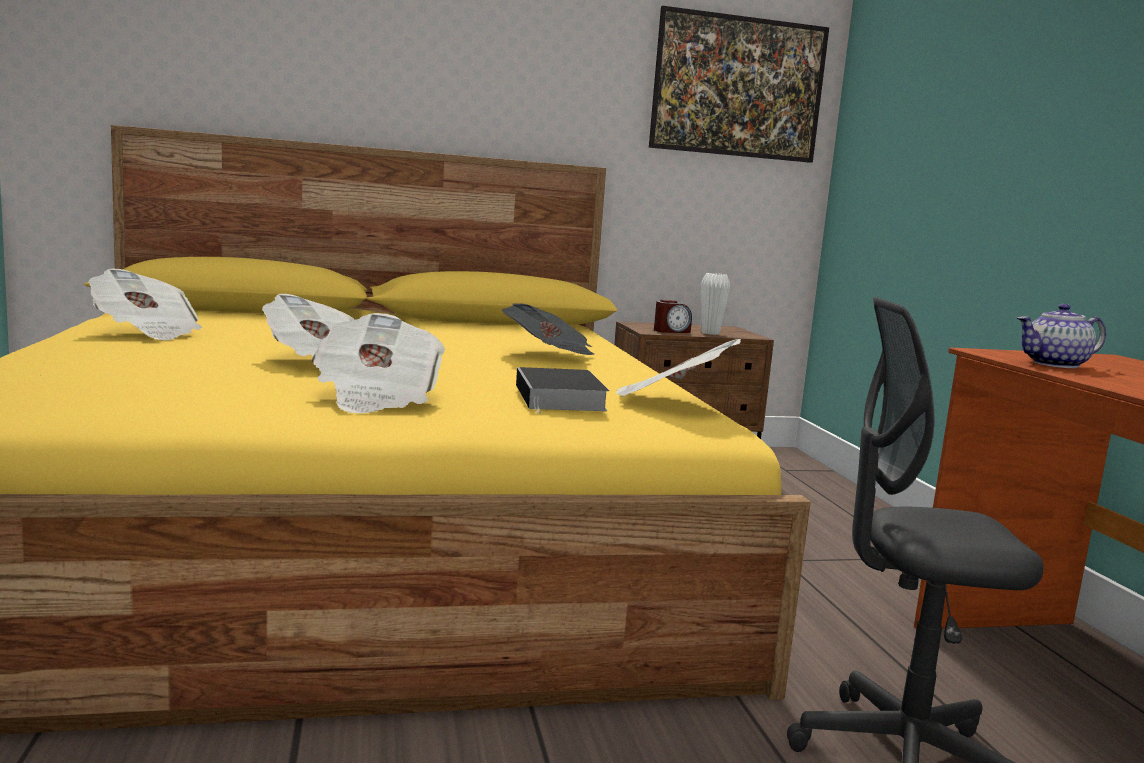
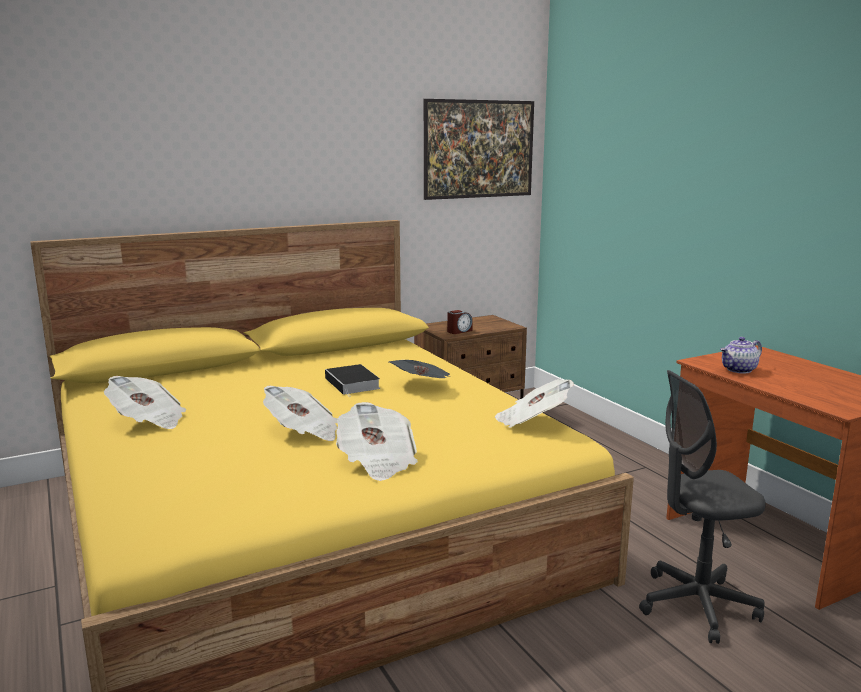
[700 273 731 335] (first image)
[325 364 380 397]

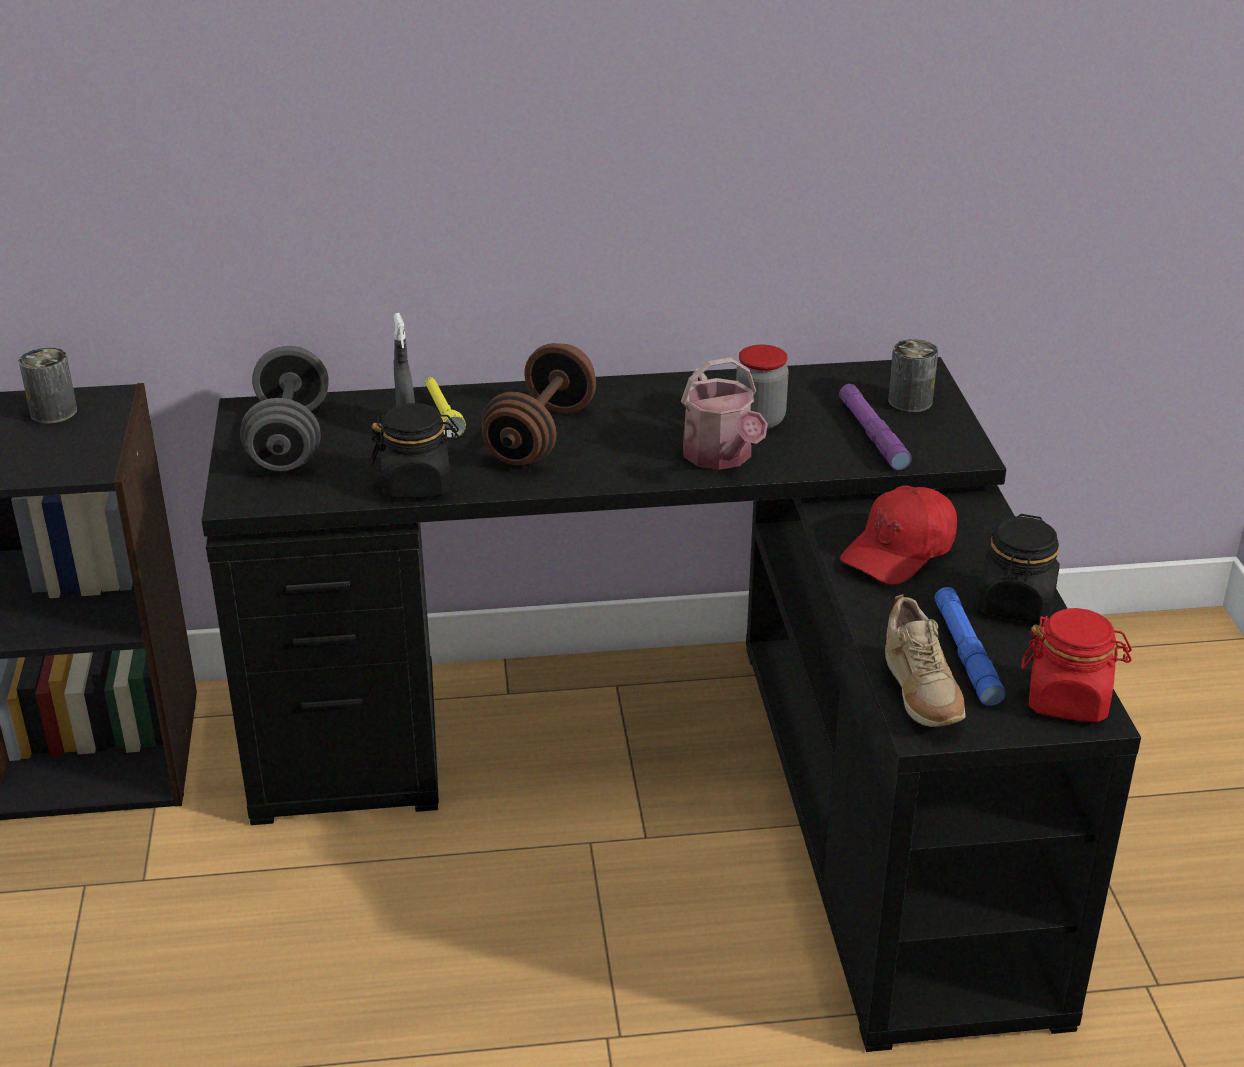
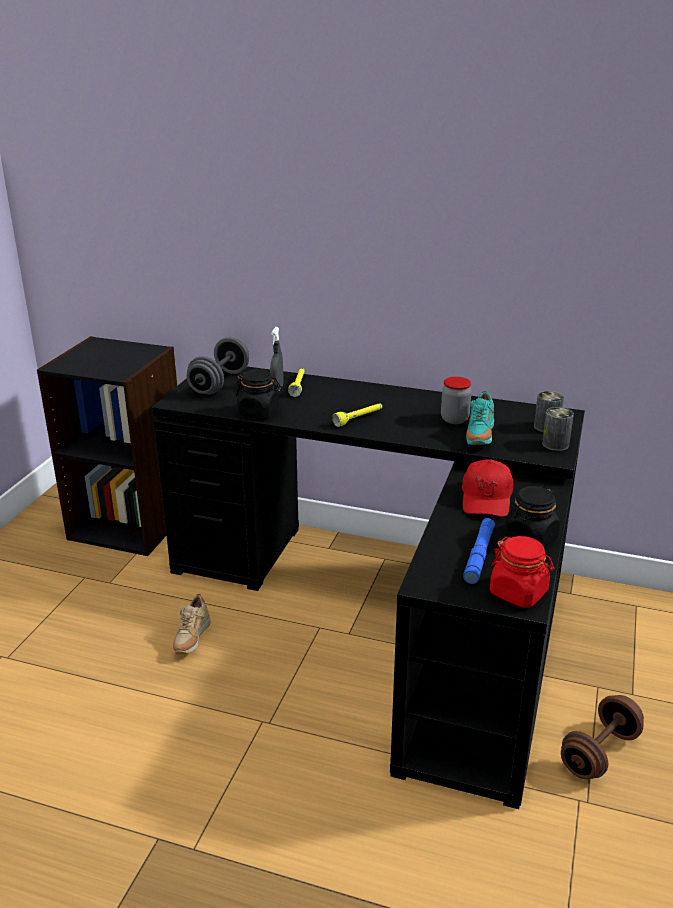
[681 357 768 470] (first image)
[839 384 912 470] (first image)
[332 403 382 427]
[466 391 494 445]
[542 407 574 451]
[561 695 644 779]
[173 594 211 654]
[462 459 513 517]

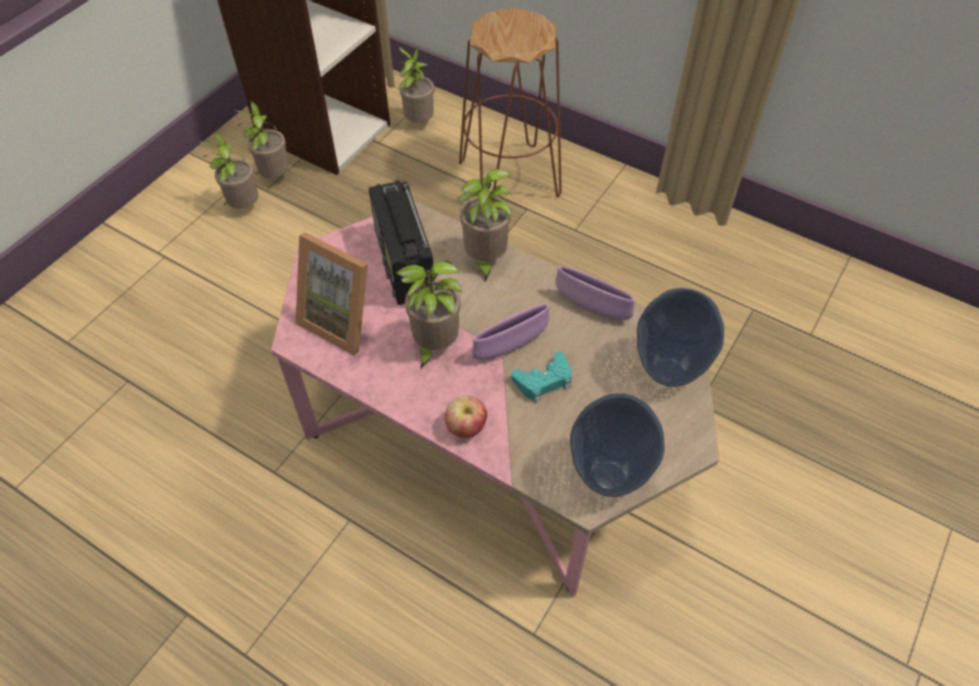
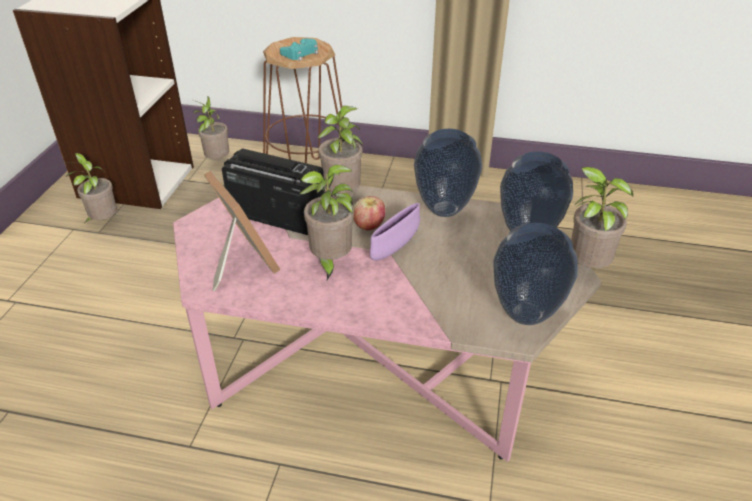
[571 167 633 268]
[353 196 385 230]
[280 38 318 61]
[414 129 482 217]
[204 170 281 291]
[222 149 325 235]

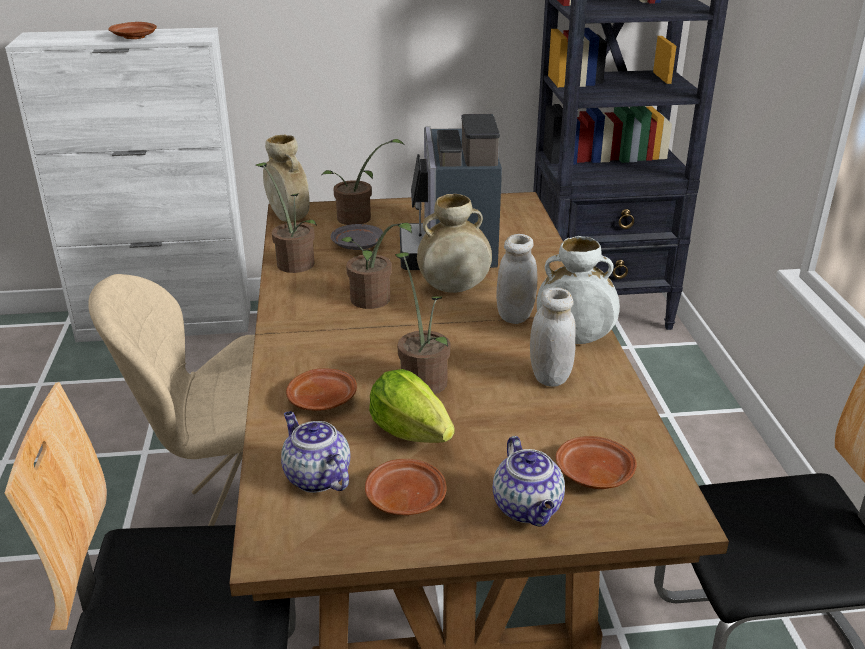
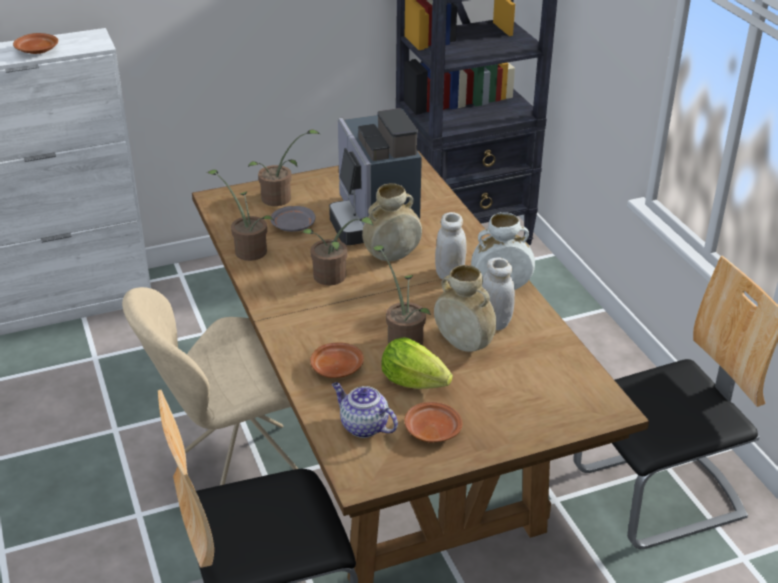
[493 436 565 527] (first image)
[556 436 637 489] (first image)
[434 265 497 352]

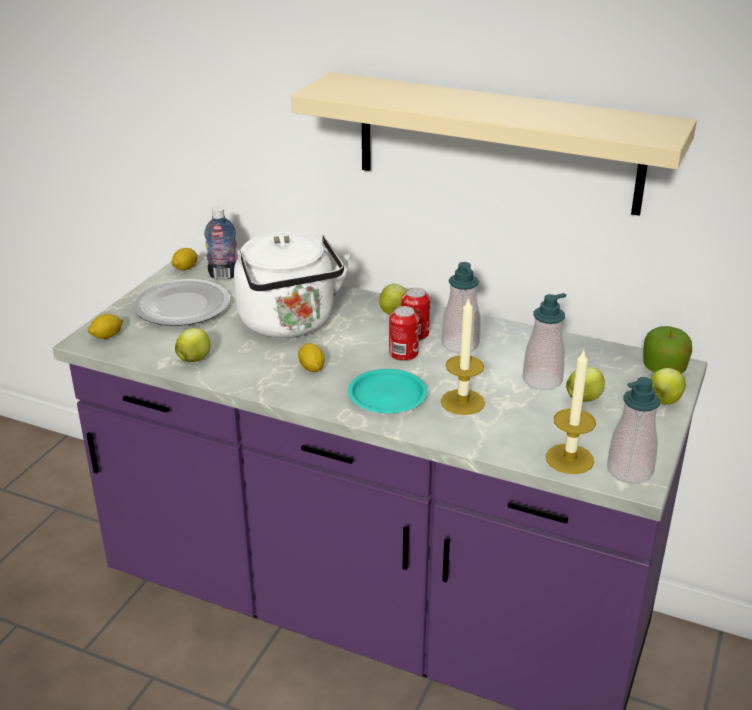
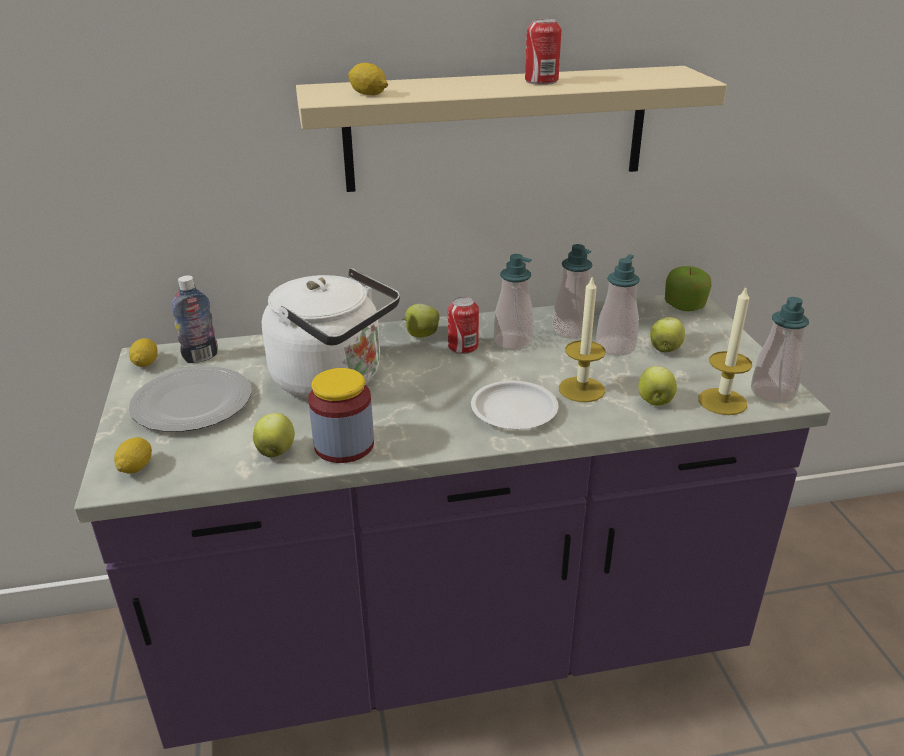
[308 368 374 463]
[553 244 593 339]
[348 63 388 95]
[525 19 561 85]
[638 366 677 406]
[471 381 559 429]

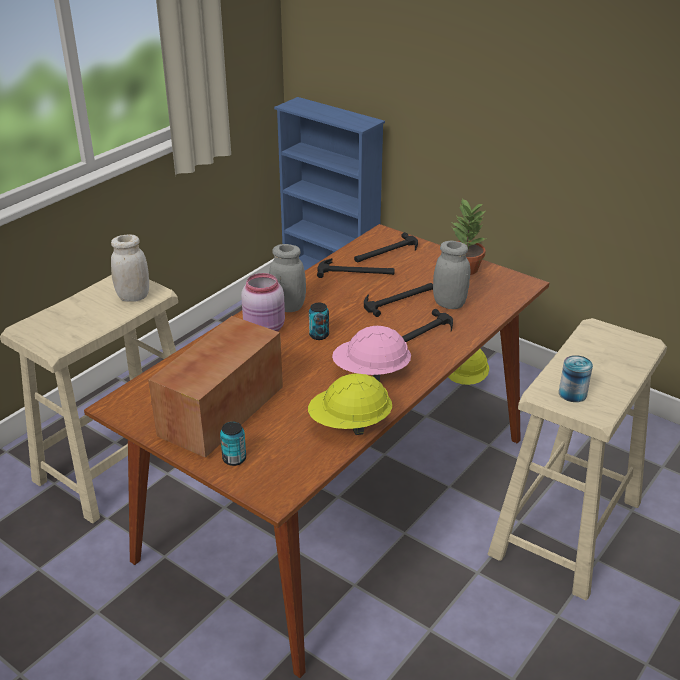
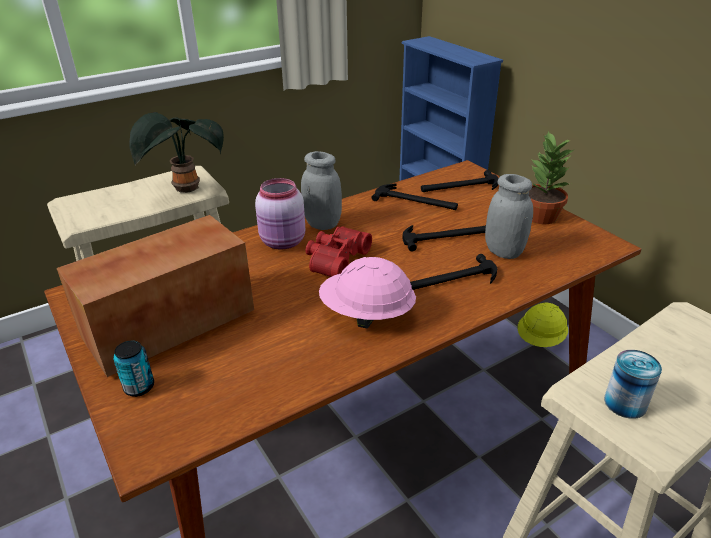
[308 373 392 435] (first image)
[129 112 224 193]
[306 226 372 277]

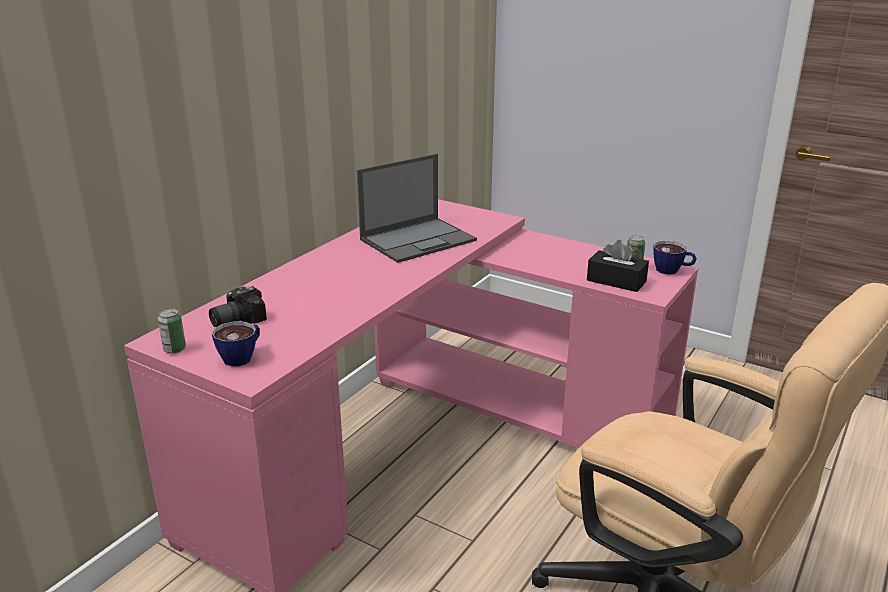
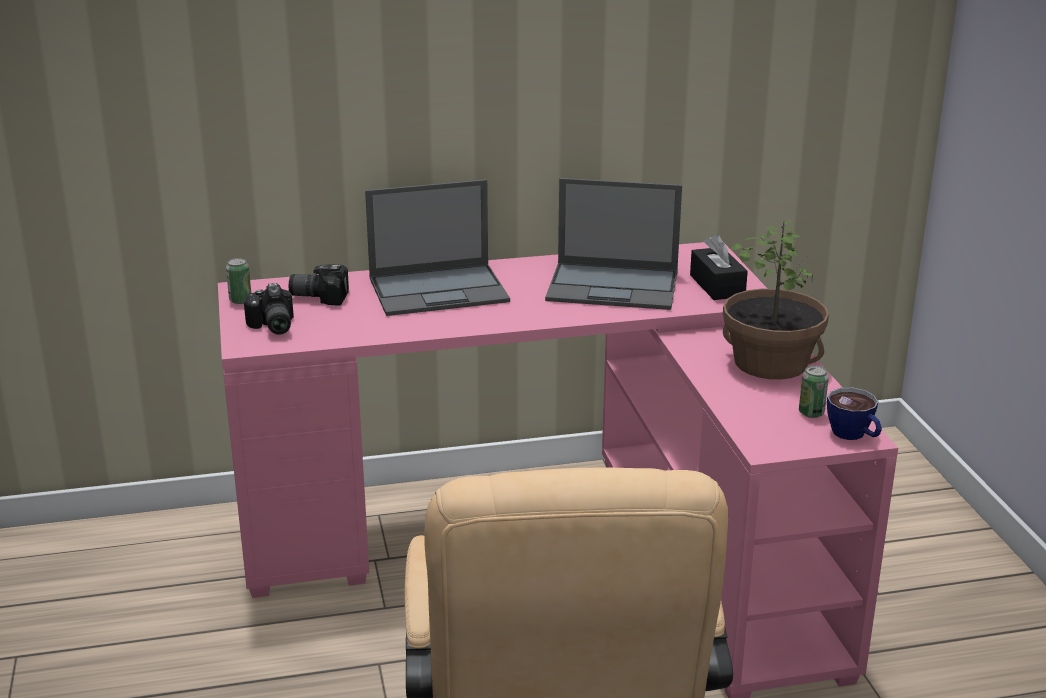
[365 179 510 316]
[723 221 829 379]
[690 234 748 300]
[244 283 294 335]

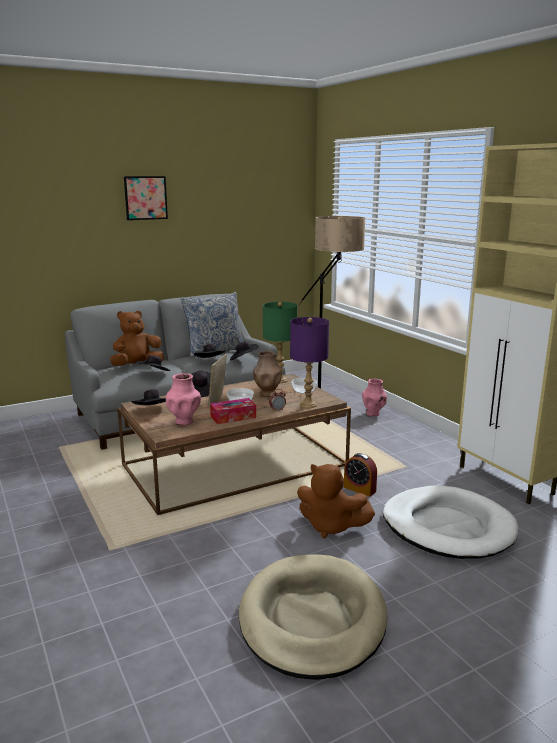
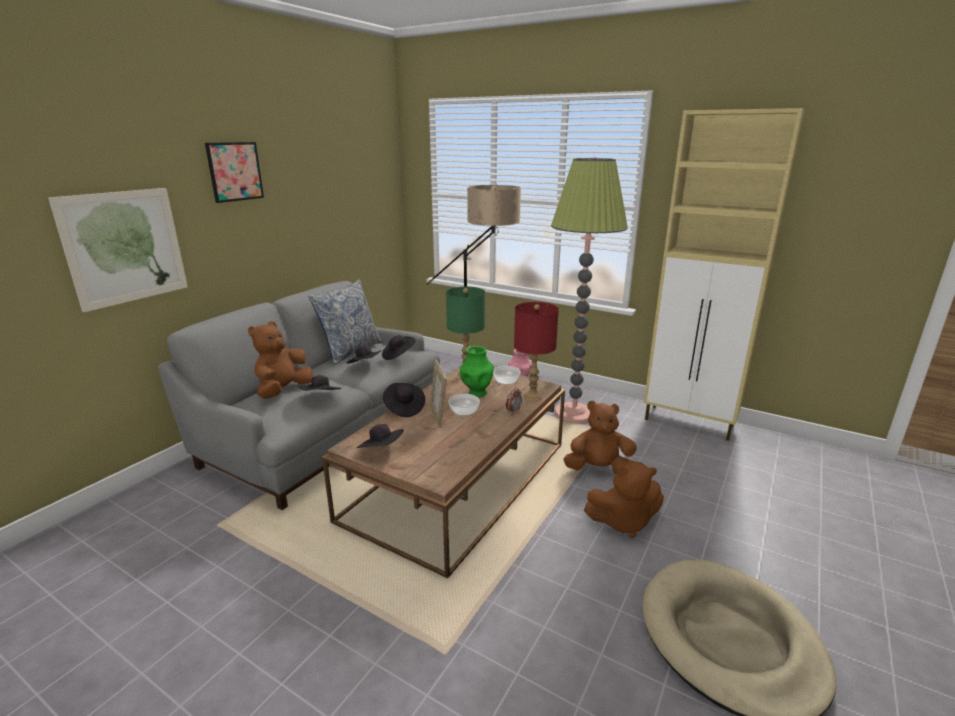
[166 373 201 426] (first image)
[210 398 256 424] (first image)
[383 486 518 559] (first image)
[48 188 188 312]
[551 157 628 424]
[563 401 637 474]
[460 346 494 397]
[514 302 559 401]

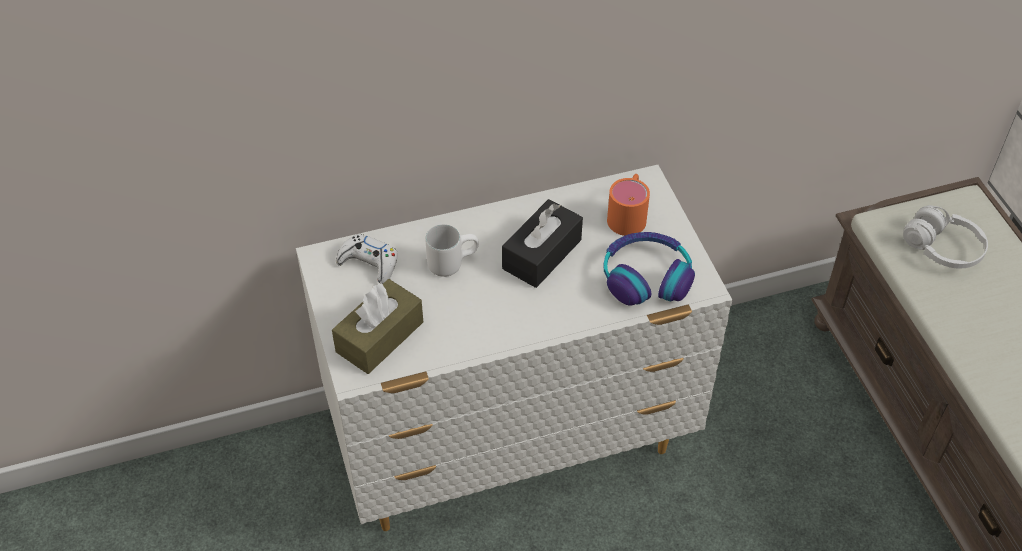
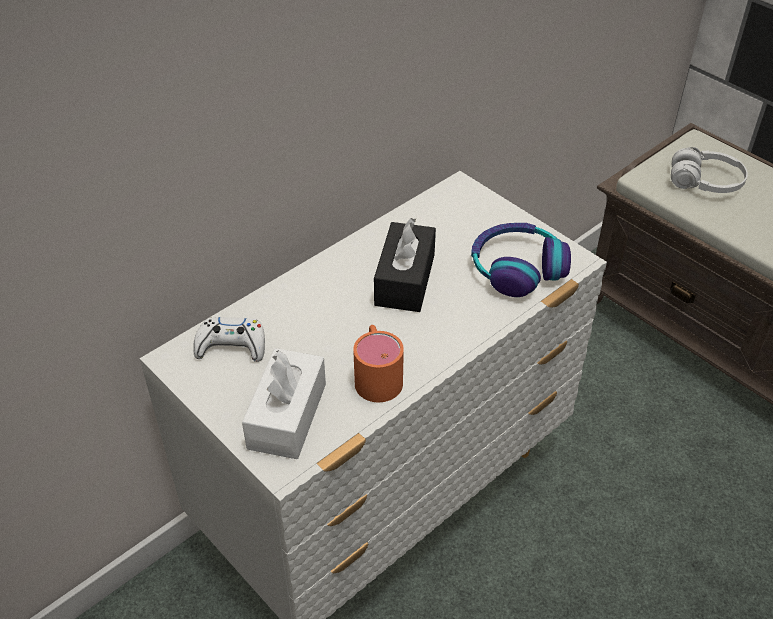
[425 224 479 277] (first image)
[353 325 404 402]
[242 348 326 459]

